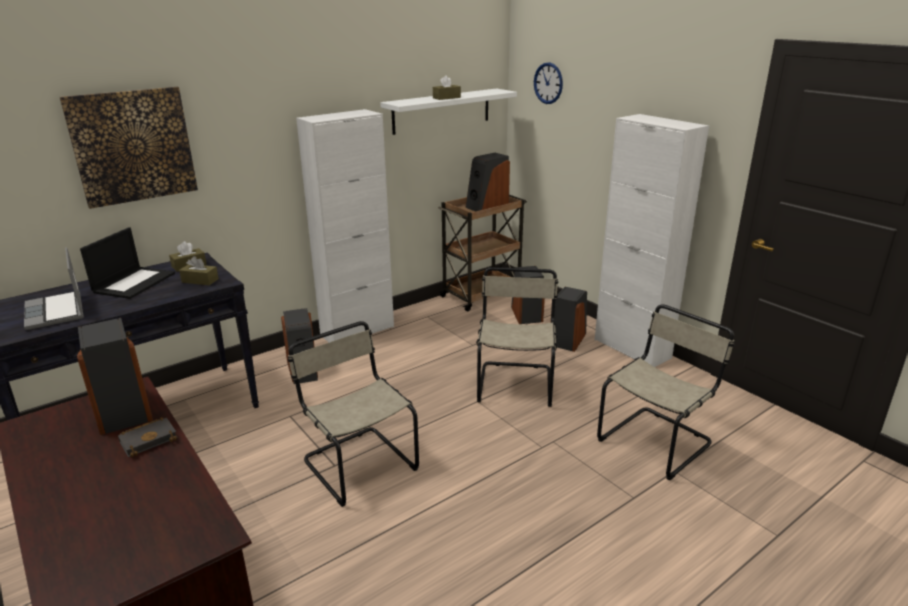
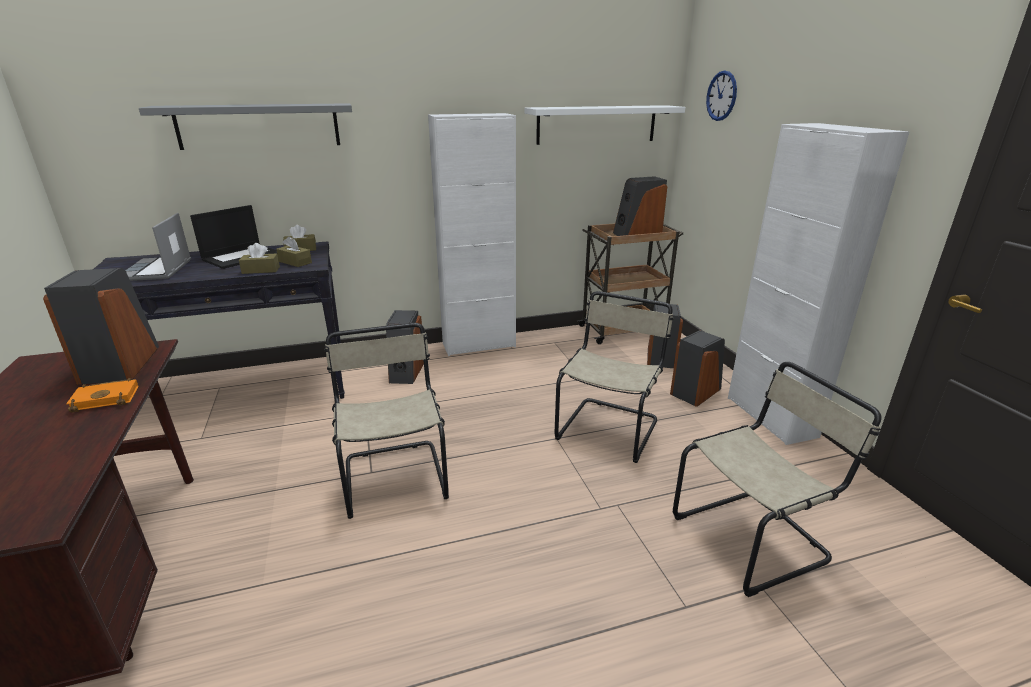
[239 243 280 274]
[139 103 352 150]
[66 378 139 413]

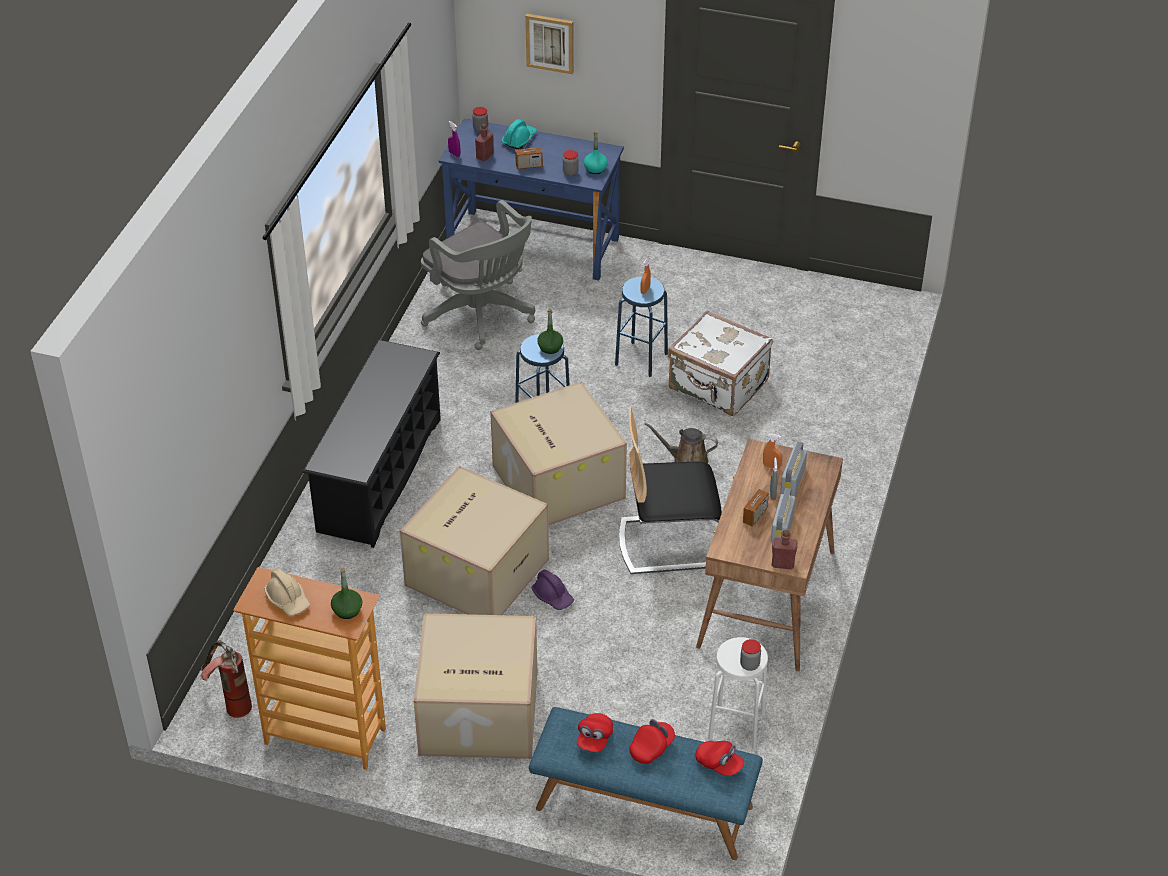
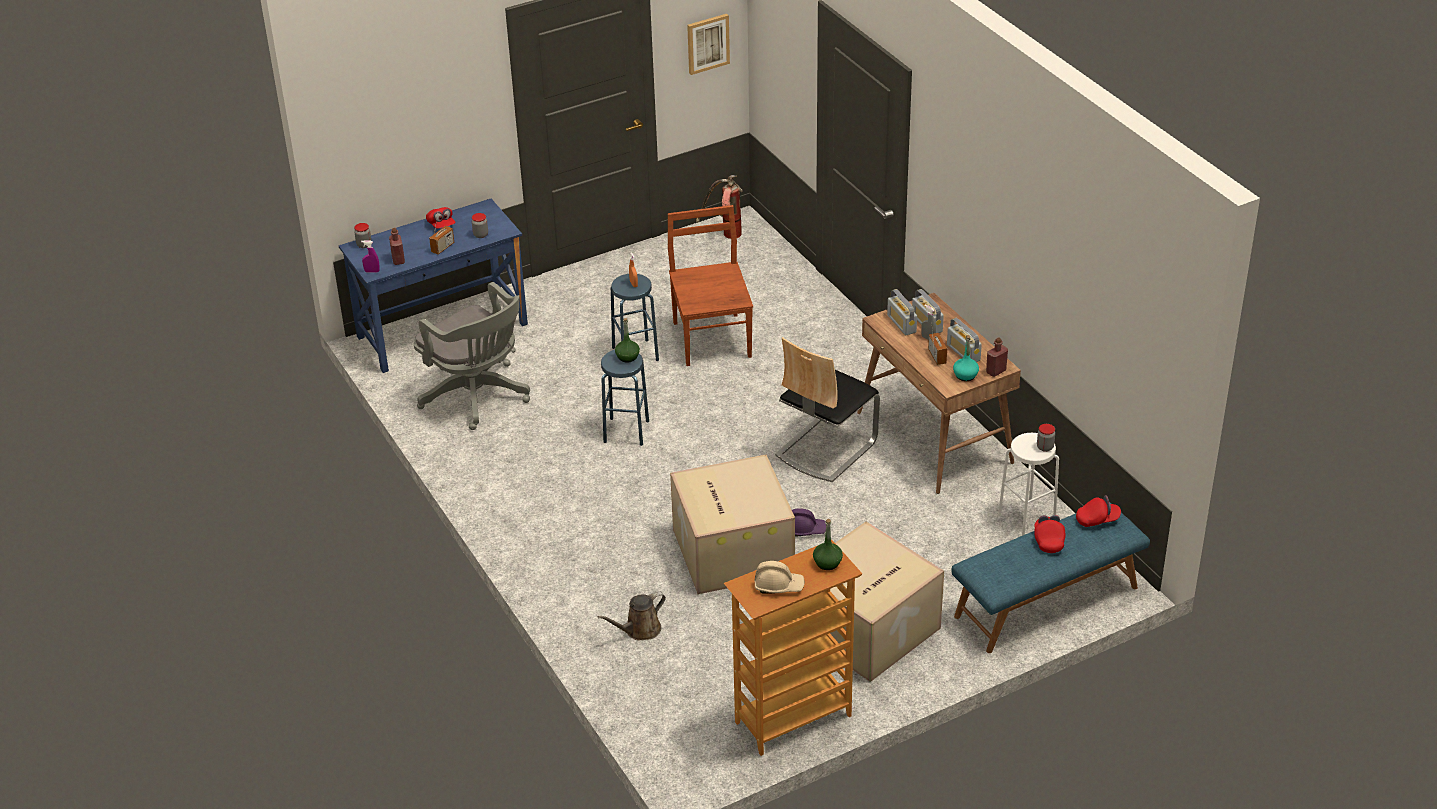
[302 340 441 548] (first image)
[490 381 627 525] (first image)
[501 119 537 149] (first image)
[696 175 743 239]
[687 14 730 75]
[426 207 456 229]
[953 335 979 381]
[598 591 666 641]
[668 205 753 366]
[887 289 917 335]
[414 282 530 430]

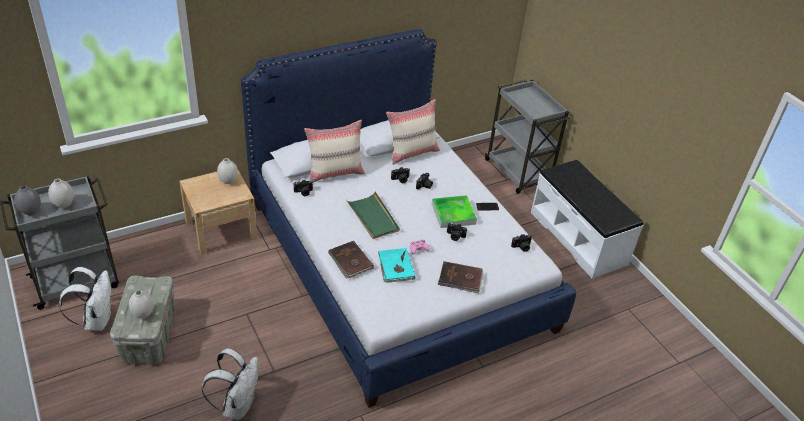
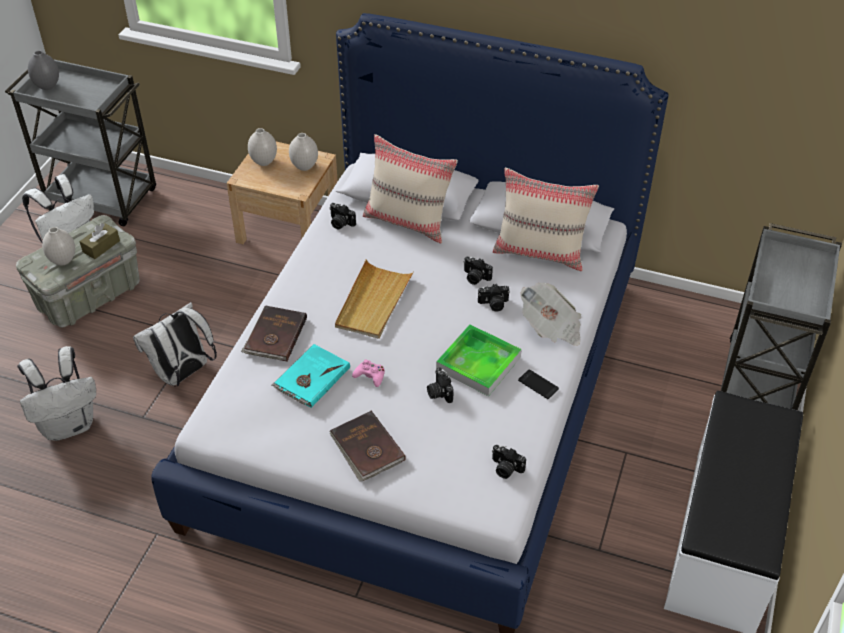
[80 223 120 259]
[133 302 217 387]
[520 283 581 346]
[248 128 277 166]
[335 259 414 339]

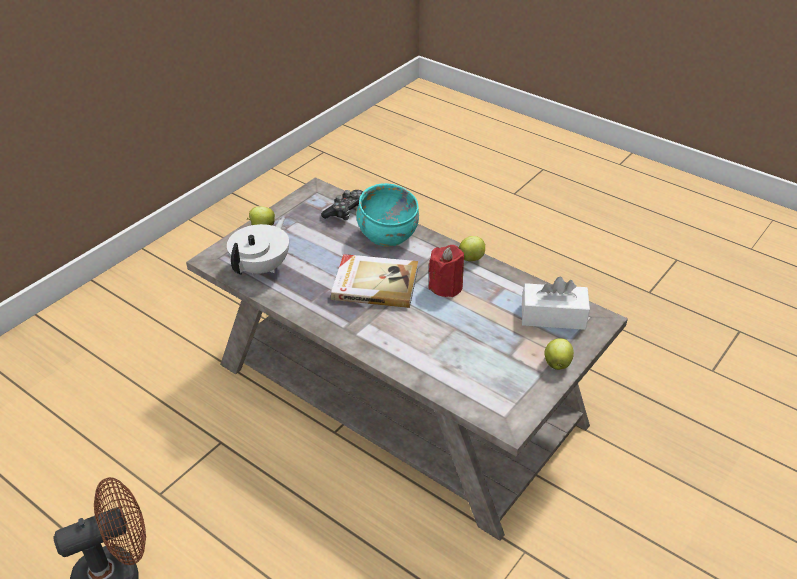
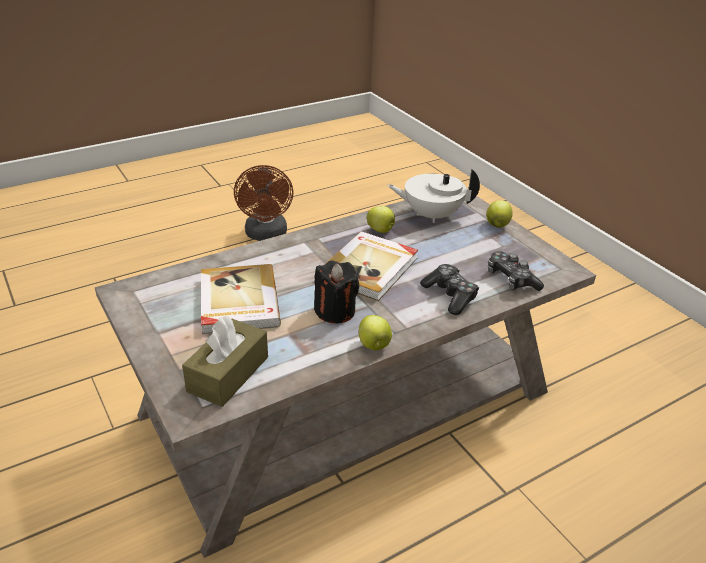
[201 264 281 334]
[367 206 395 233]
[420 264 479 315]
[314 261 360 323]
[182 315 268 407]
[387 168 480 223]

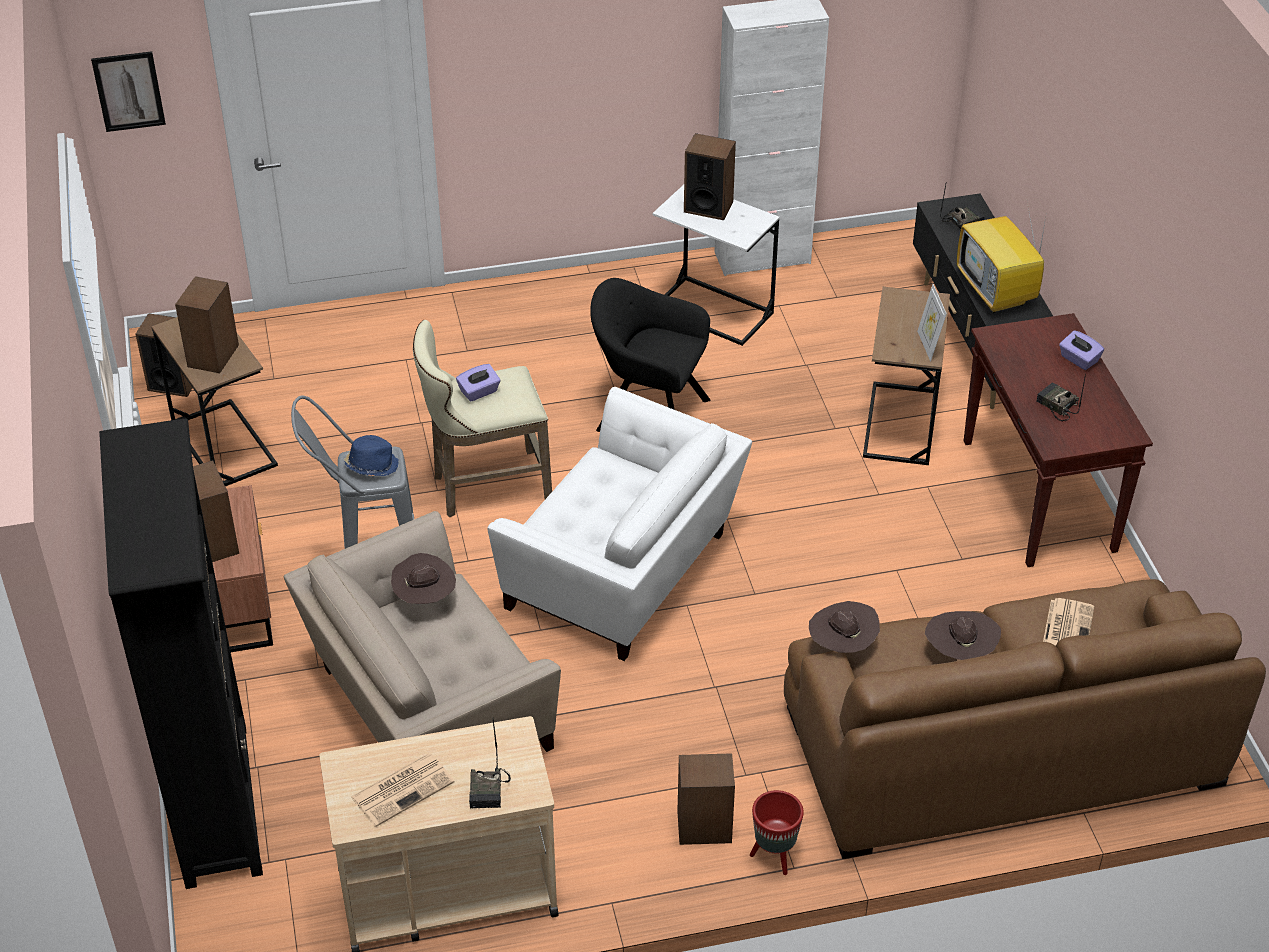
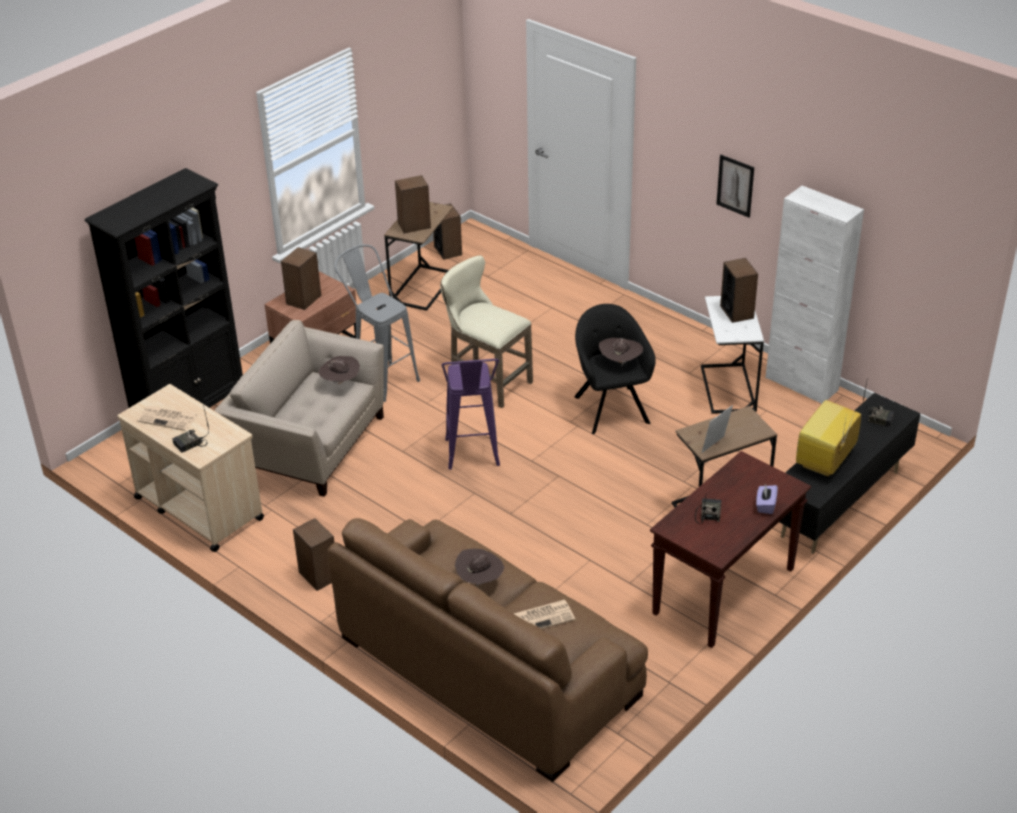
[344 435 398 476] (first image)
[456 364 500 402] (first image)
[750 790 804 875] (first image)
[716 155 754 217]
[599 338 643 365]
[442 359 500 470]

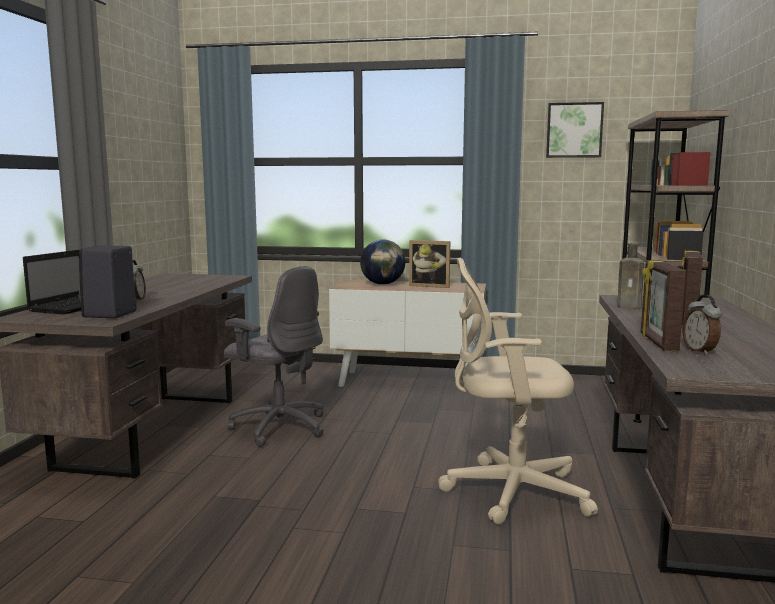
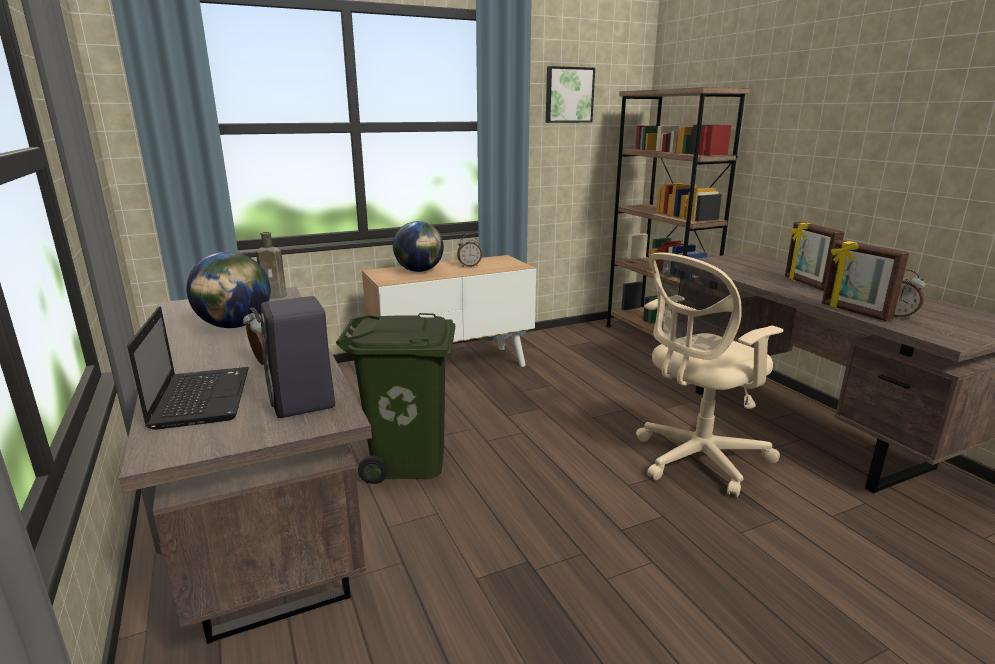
[186 252 271 328]
[256 232 287 298]
[336 313 455 484]
[457 234 482 267]

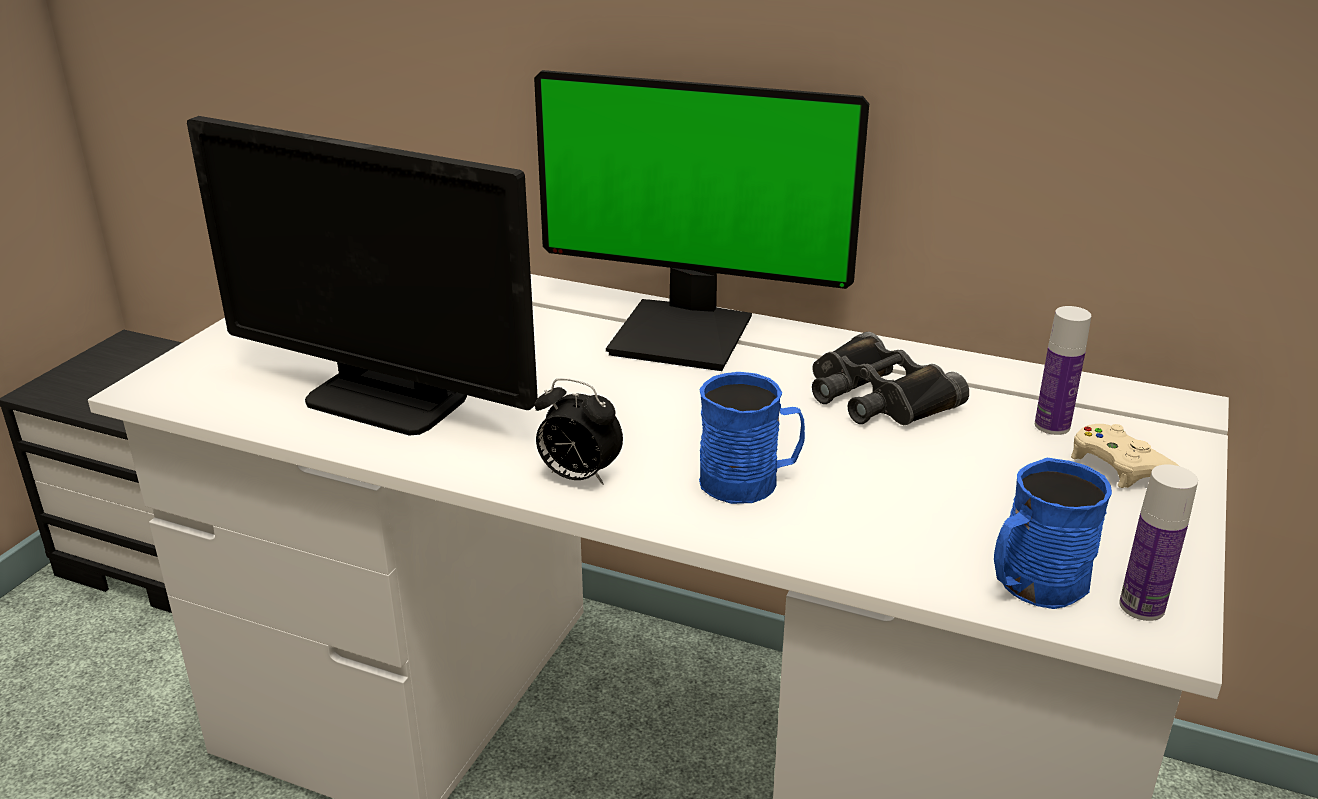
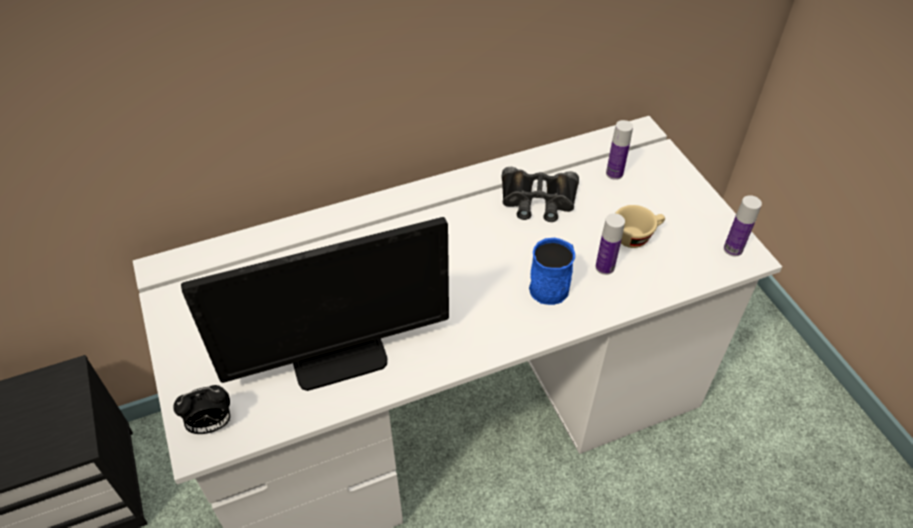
[534 70 869 371] (first image)
[994 458 1112 609] (first image)
[1071 424 1179 488] (first image)
[596 213 625 275]
[615 205 665 248]
[173 385 230 434]

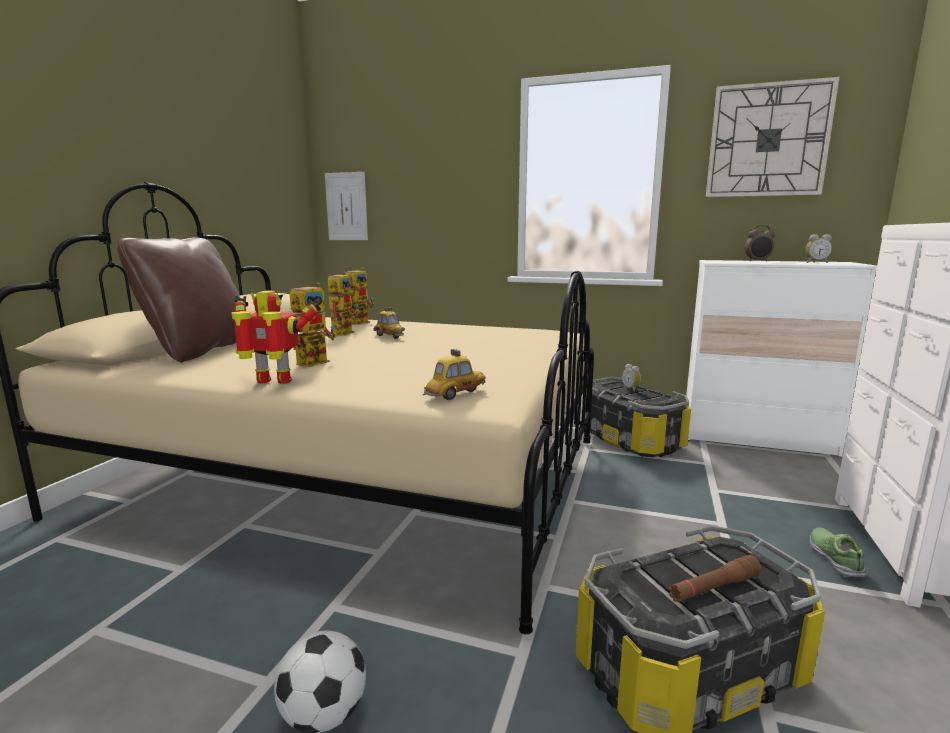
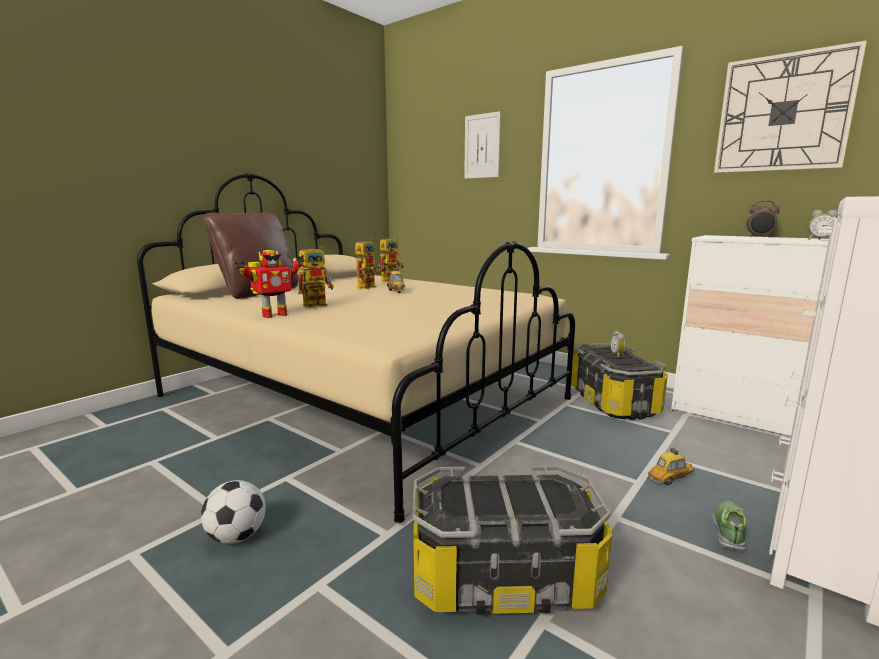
[668 555 761 602] (first image)
[464 111 501 179]
[647 448 695 485]
[235 250 305 318]

